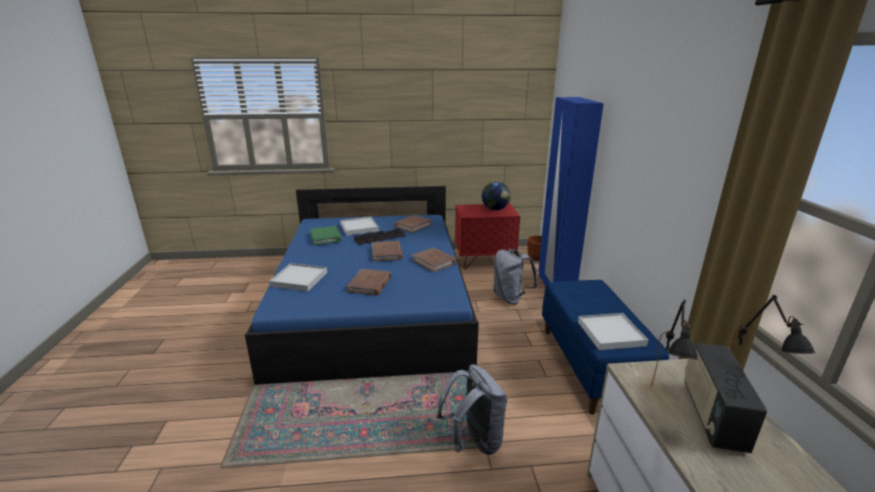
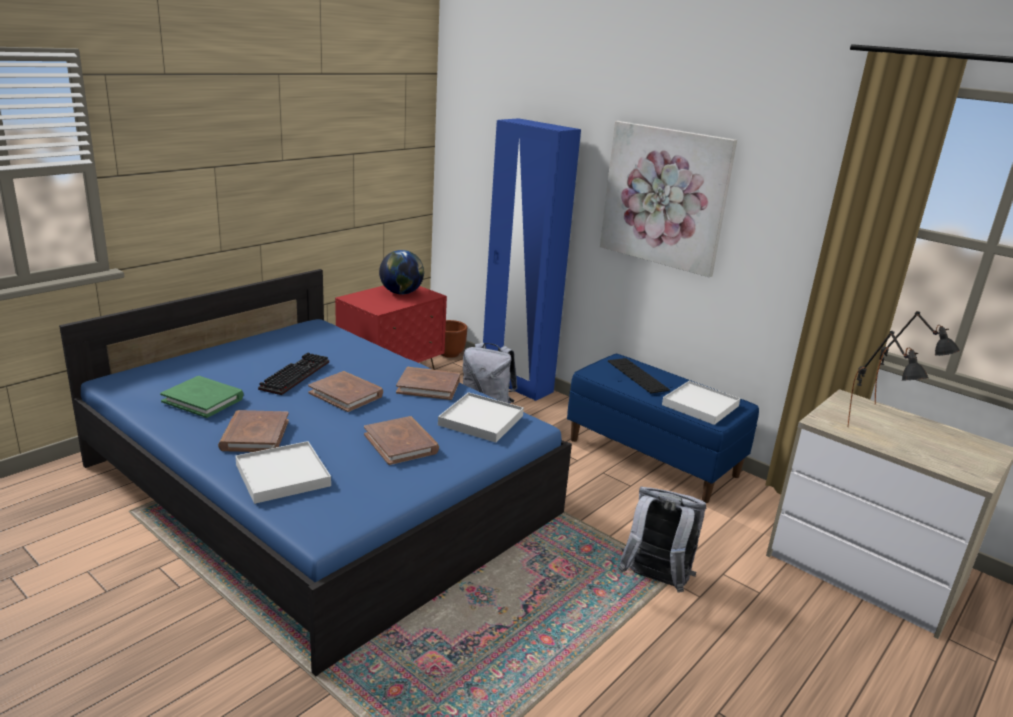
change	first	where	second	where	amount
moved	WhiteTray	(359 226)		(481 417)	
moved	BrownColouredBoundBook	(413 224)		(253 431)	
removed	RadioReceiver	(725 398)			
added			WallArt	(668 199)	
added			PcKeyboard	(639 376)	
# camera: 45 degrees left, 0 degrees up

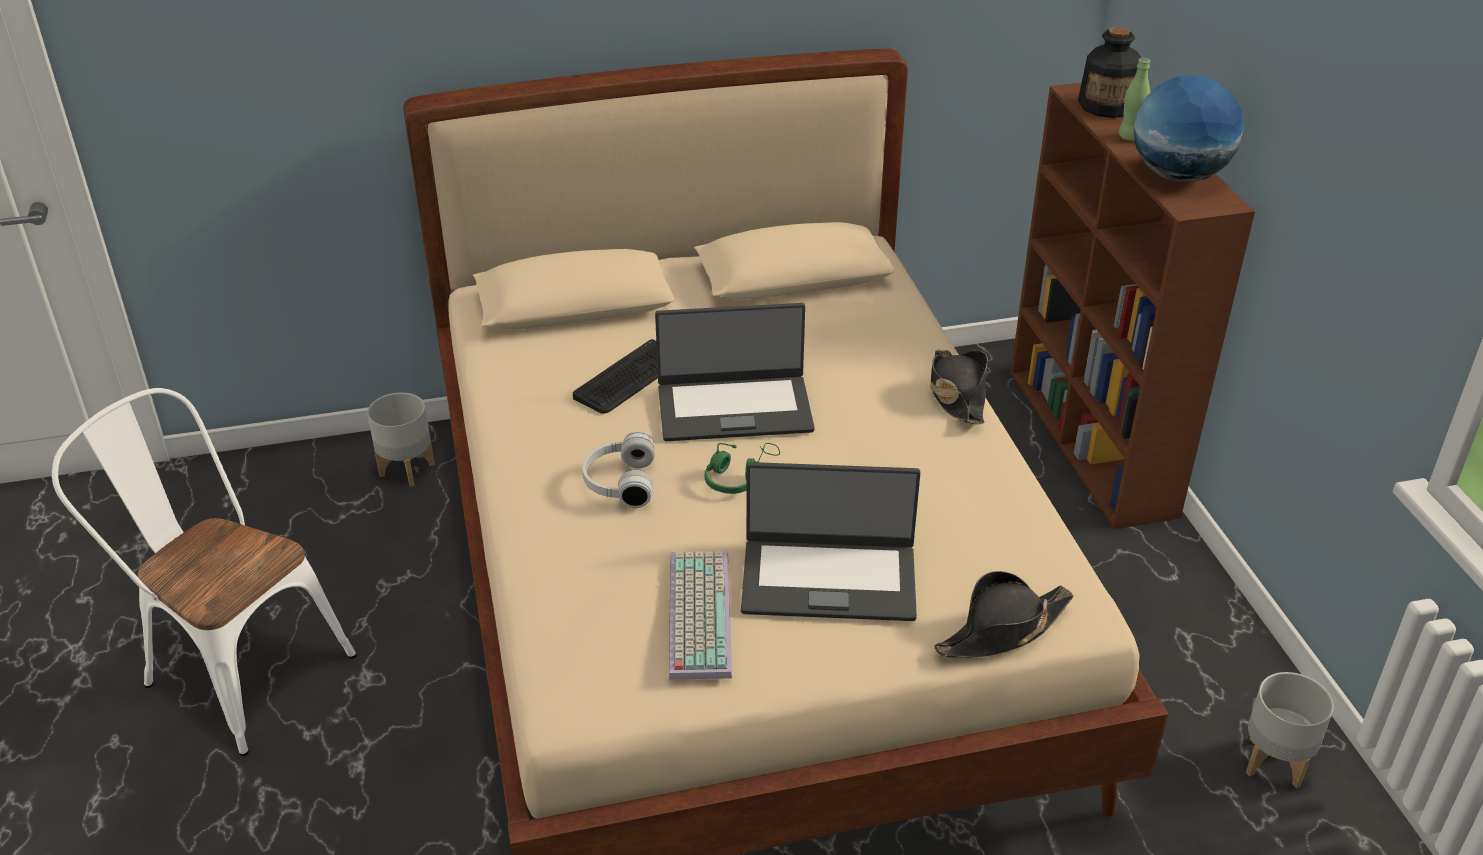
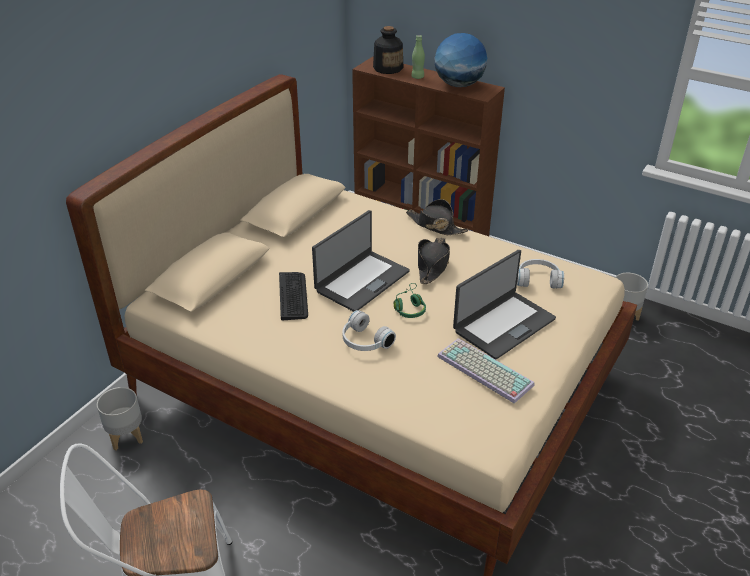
change	first	where	second	where	amount
moved	BlackishClothingHat	(1004 614)		(434 261)	
added			WhitePairOfHeadphones	(540 273)	
# camera: 45 degrees left, 0 degrees up

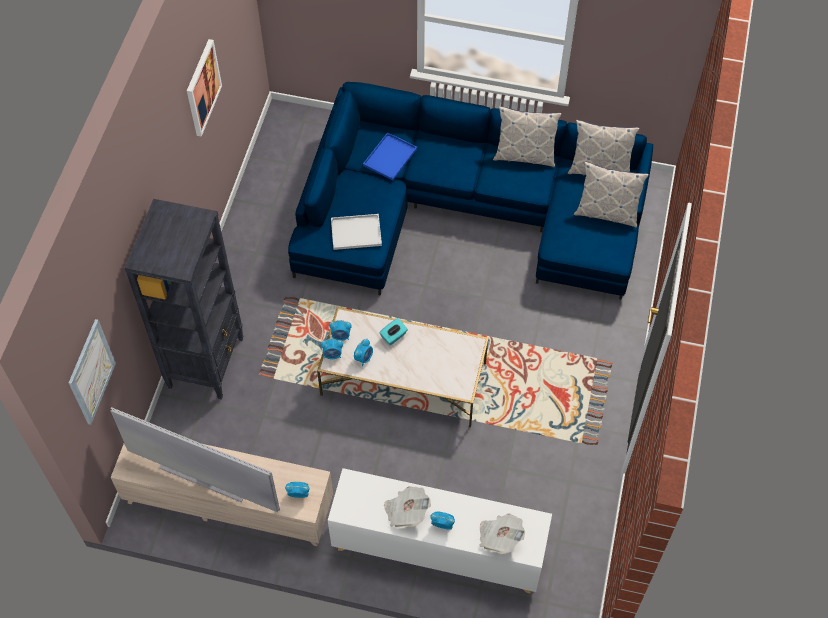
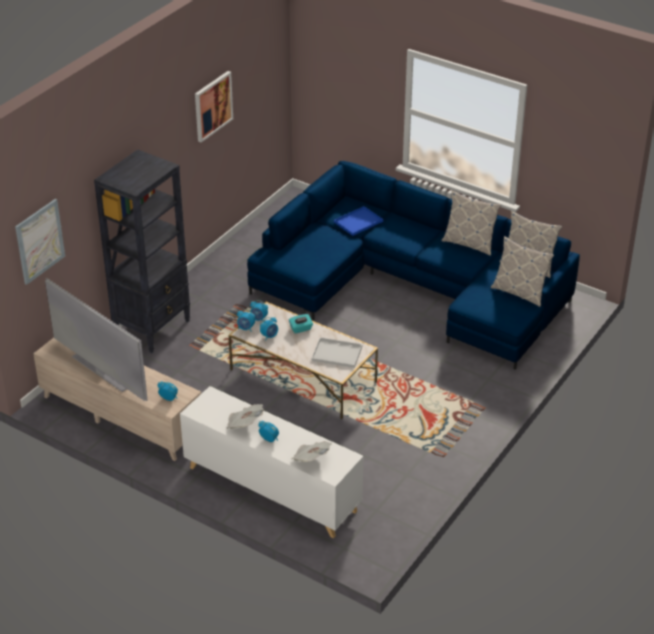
change	first	where	second	where	amount
moved	WhiteTray	(356 232)		(336 352)	
# camera: 20 degrees right, 20 degrees down

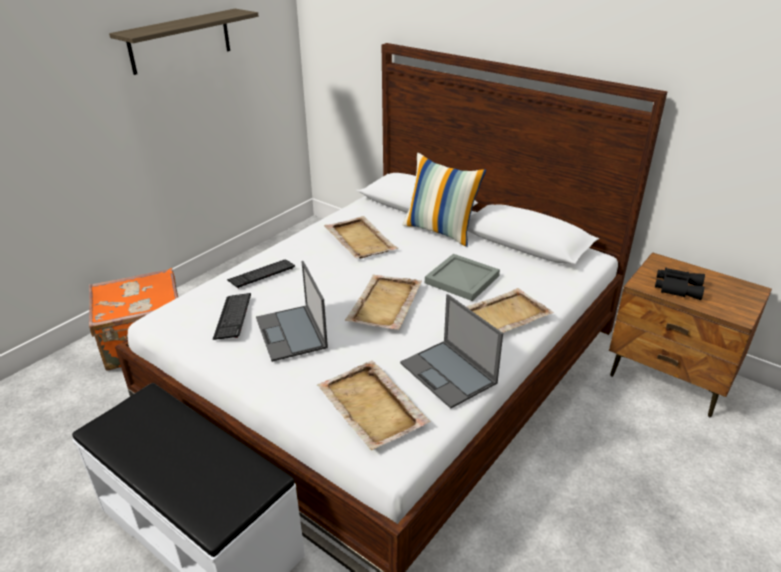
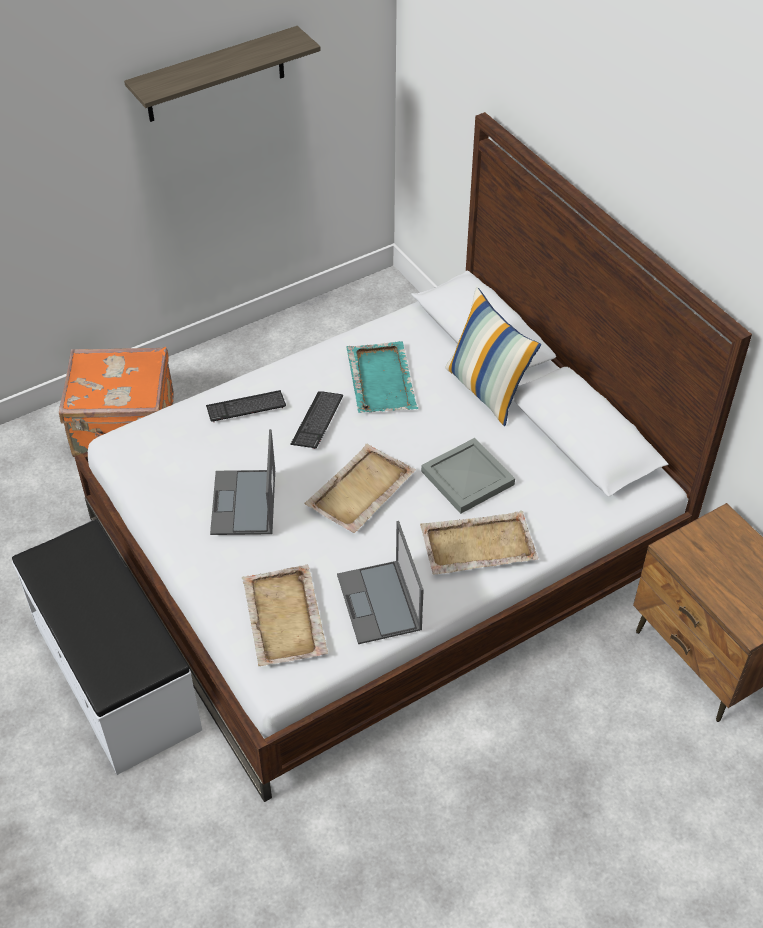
change	first	where	second	where	amount
moved	PcKeyboard	(232 316)		(316 420)	
recoloured	SandColouredTray	(361 237)	TurquoiseTray	(382 377)	
removed	BlackishPairOfBinoculars	(680 284)			
# camera: 20 degrees right, 15 degrees up

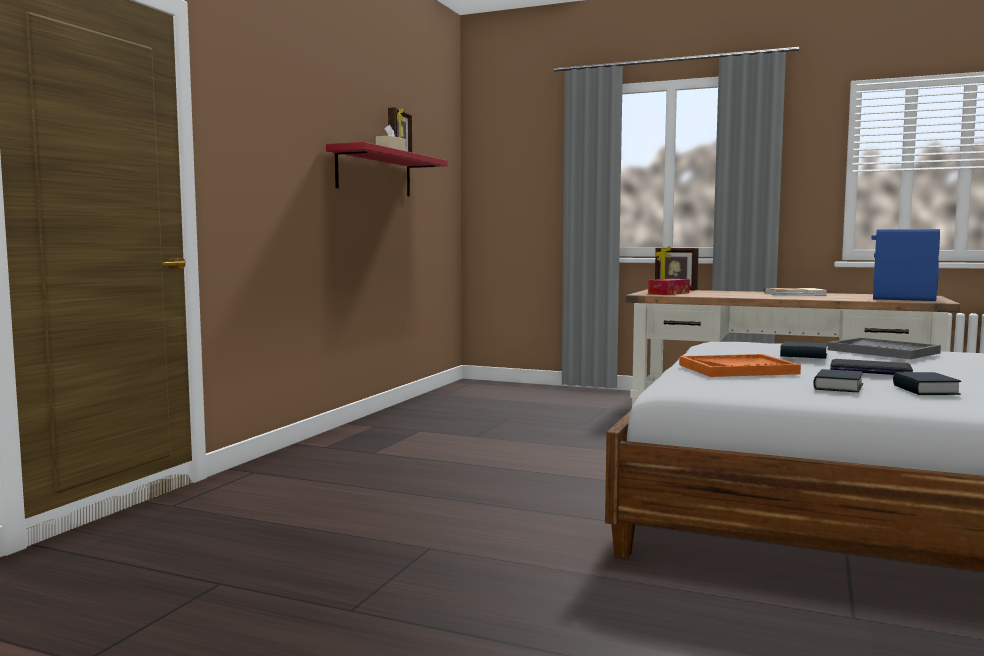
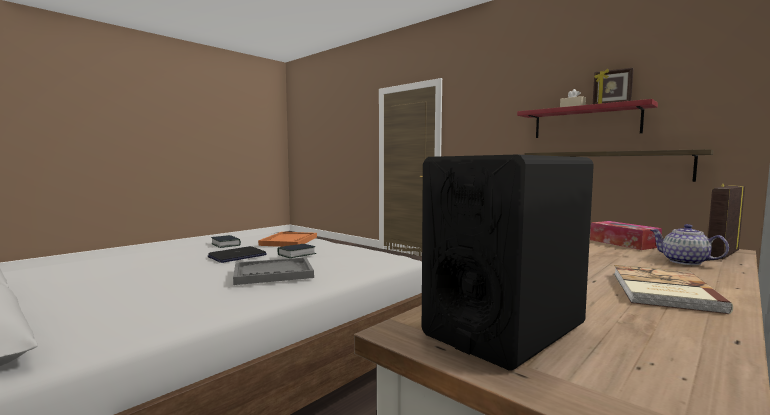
change	first	where	second	where	amount
recoloured	BlueSpeaker	(905 265)	BlackishSpeaker	(508 263)	
removed	BoundBook	(927 383)			
added			WallShelf	(619 165)	
added			PotForTea	(690 244)	
# camera: 110 degrees right, 0 degrees up

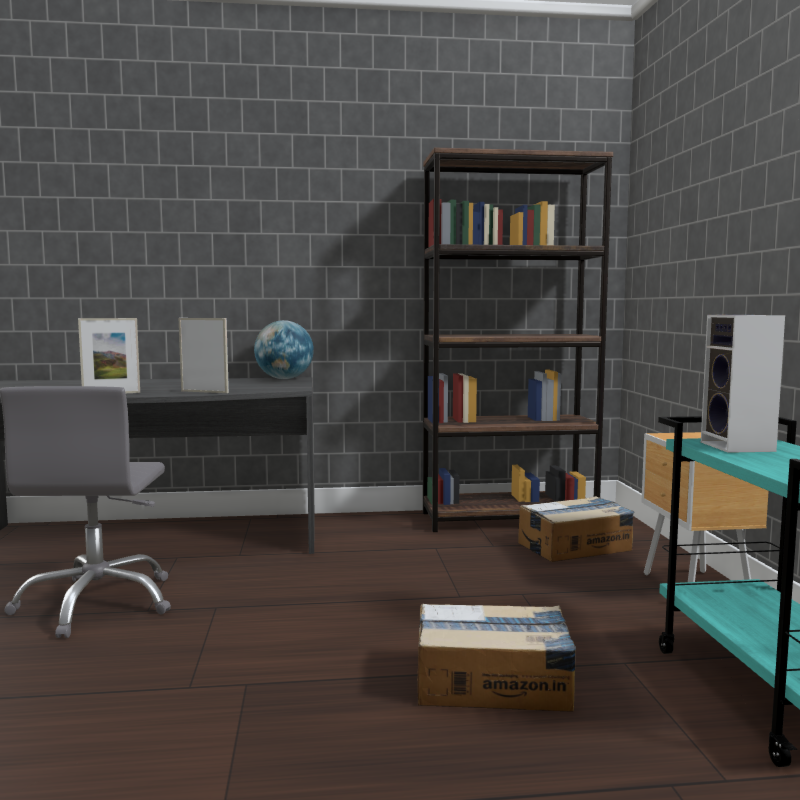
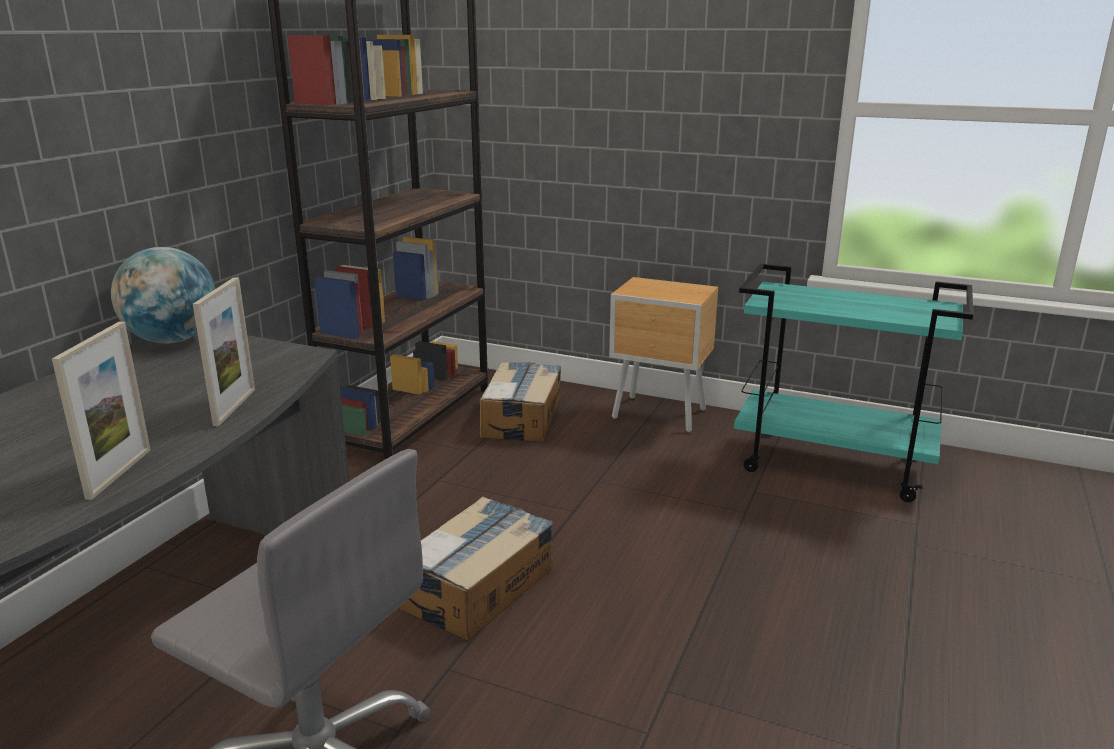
change	first	where	second	where	amount
turned	PictureFrame	(204 355)		(224 351)	135 degrees clockwise
moved	PackingBox	(496 658)		(475 568)	
removed	Speaker	(743 384)			
# camera: 60 degrees left, 15 degrees up

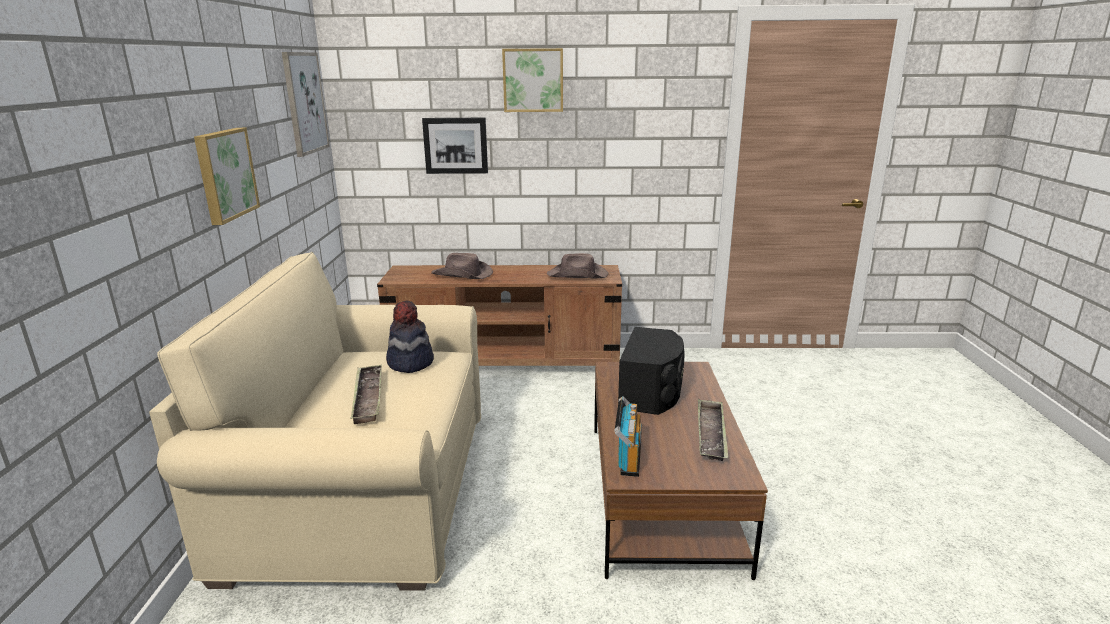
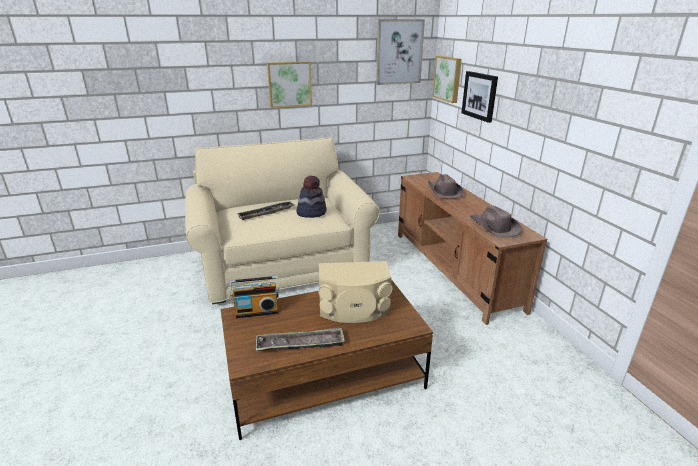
change	first	where	second	where	amount
moved	WallArt	(532 80)		(447 79)	
recoloured	BlackishSpeaker	(651 371)	SandColouredSpeaker	(355 292)	
# camera: 70 degrees right, 5 degrees up

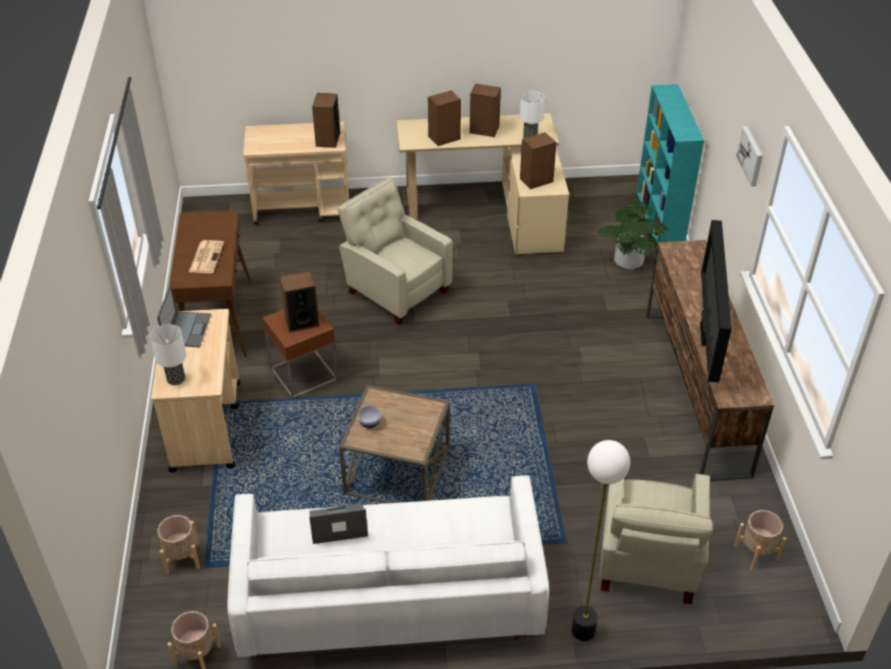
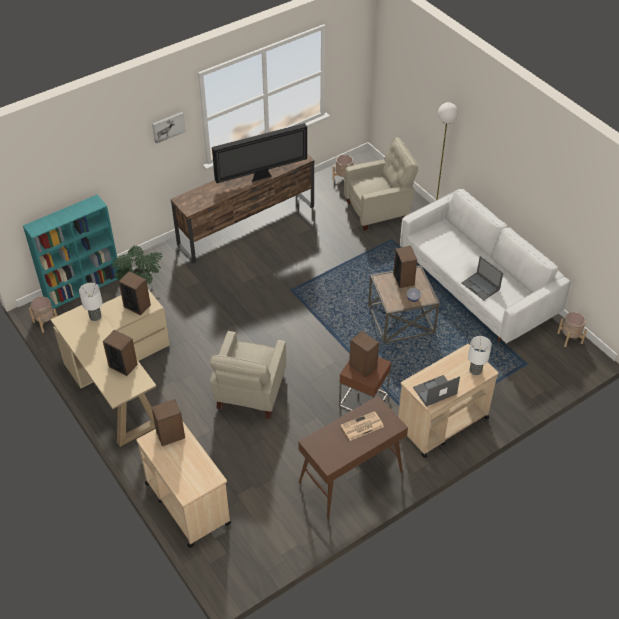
change	first	where	second	where	amount
moved	SandColouredFlowerPot	(178 544)		(43 315)	
moved	Speaker	(485 110)		(405 267)	
# camera: 120 degrees left, 5 degrees up

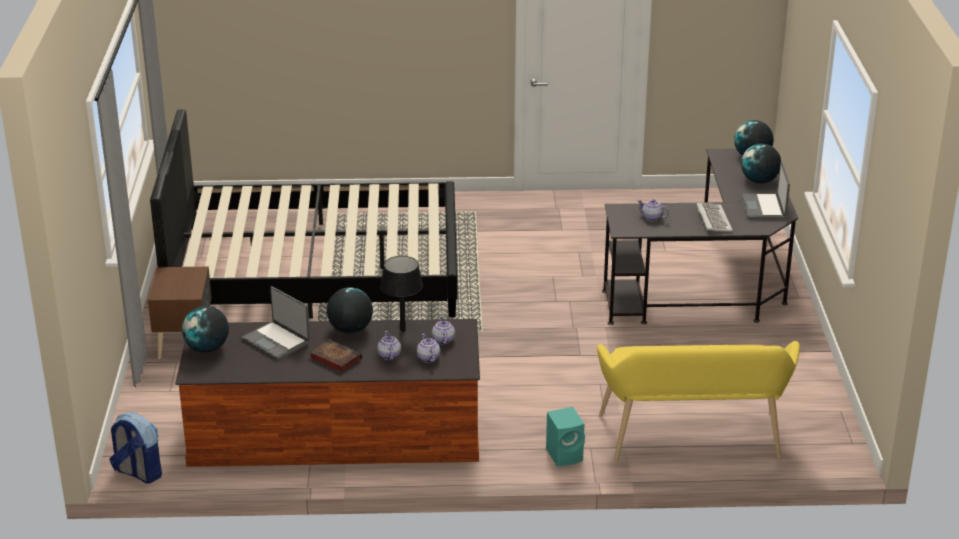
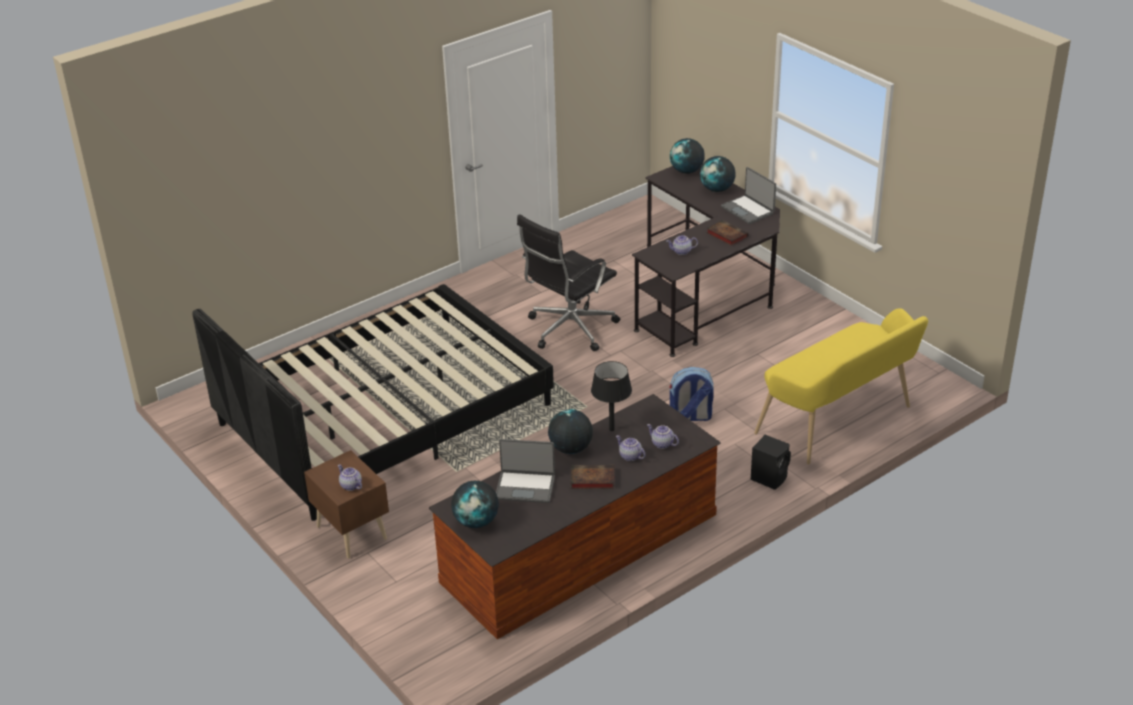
change	first	where	second	where	amount
moved	Rucksack	(135 447)		(691 394)	
moved	PotForTea	(443 330)		(350 477)	
recoloured	TurquoiseSpeaker	(565 436)	BlackishSpeaker	(771 462)	
replaced	PcKeyboard	(714 217)	BoundBook	(727 233)	
added			BlackishOfficeChair	(568 282)	
# camera: 35 degrees left, 5 degrees up

